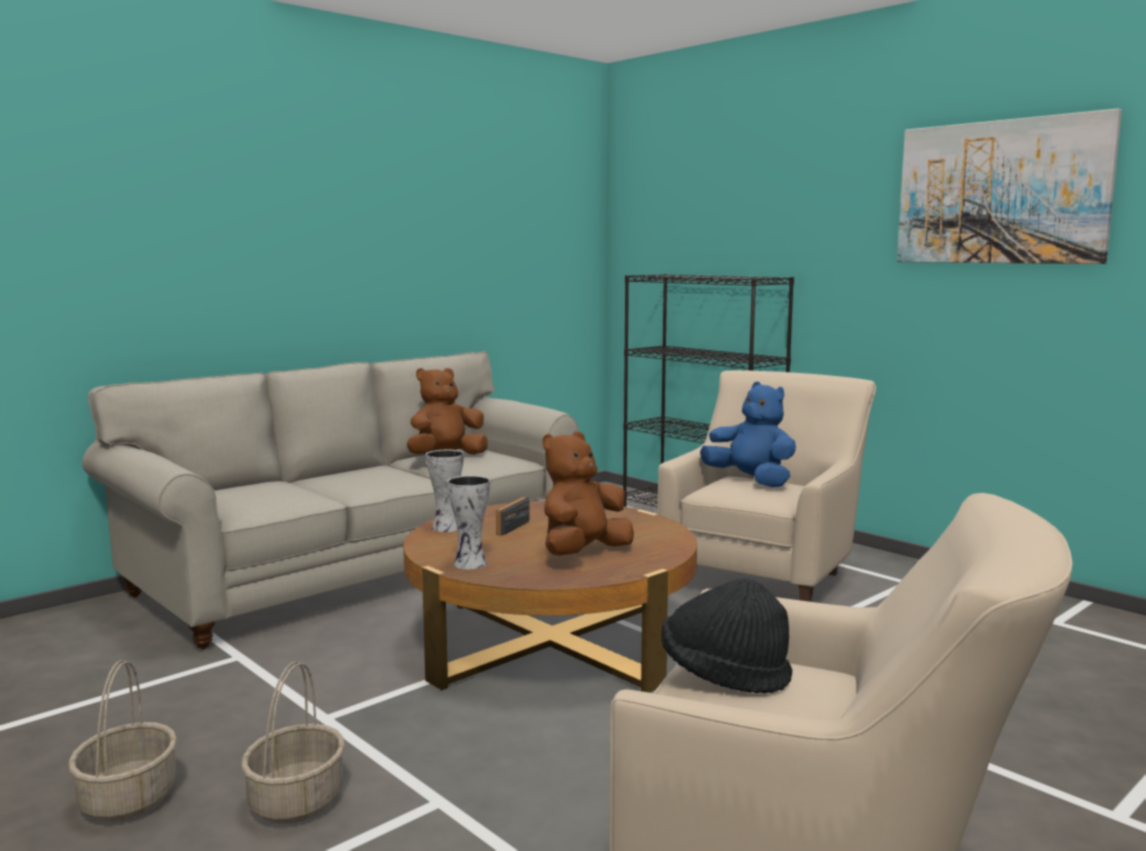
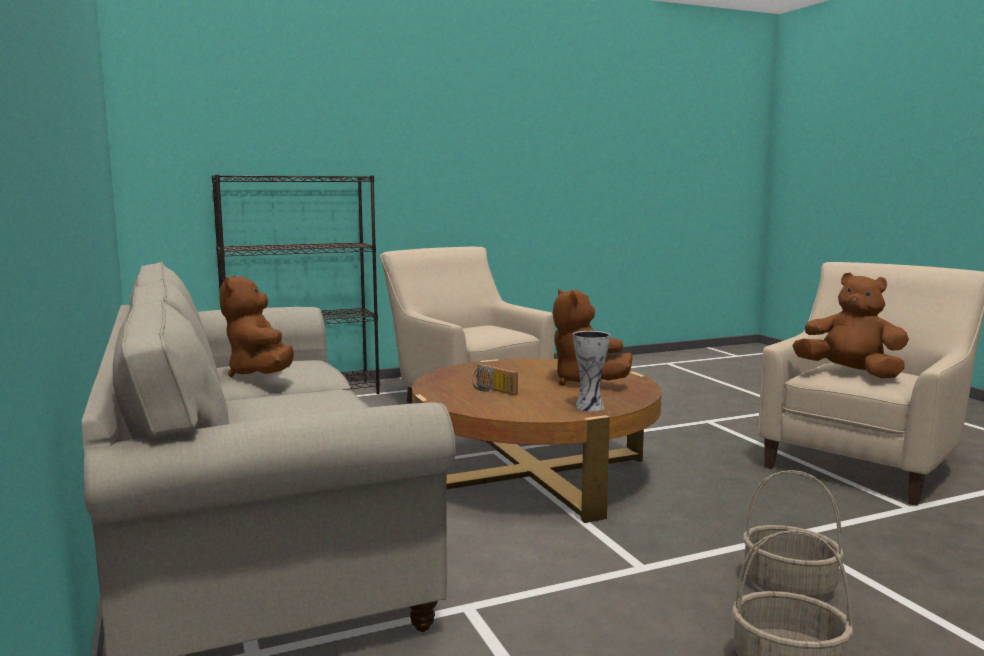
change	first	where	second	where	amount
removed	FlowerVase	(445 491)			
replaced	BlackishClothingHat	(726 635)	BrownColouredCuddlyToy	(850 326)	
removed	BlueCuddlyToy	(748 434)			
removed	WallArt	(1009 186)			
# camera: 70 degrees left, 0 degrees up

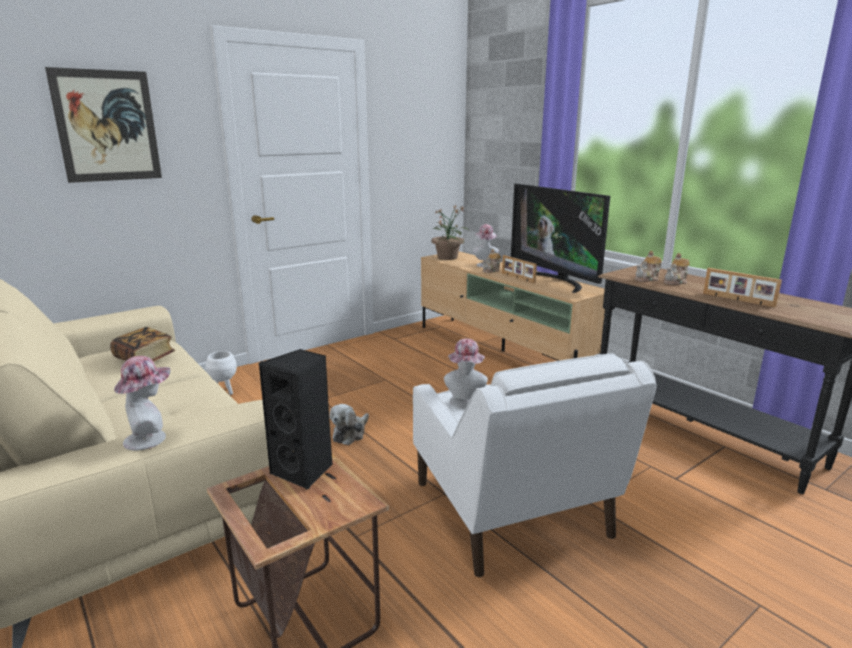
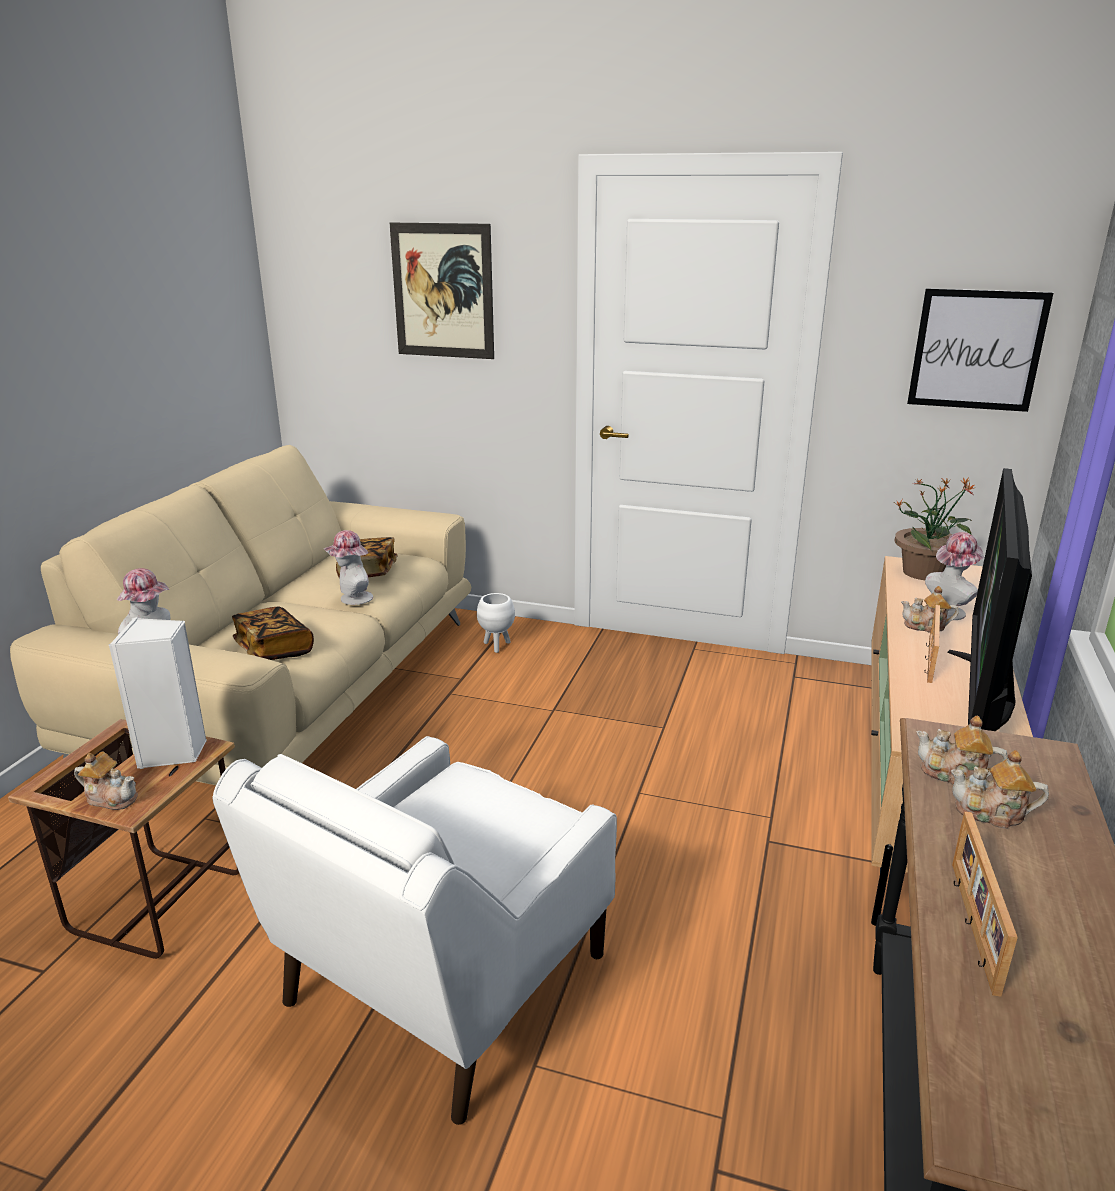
change	first	where	second	where	amount
recoloured	BlackishSpeaker	(295 419)	WhiteSpeaker	(158 693)	
removed	CuddlyToy	(349 424)			
moved	ClothingHat	(466 373)		(348 567)	
added			PotForTea	(106 781)	
added			BoundBook	(273 633)	
added			WallArt	(980 350)	
# camera: 55 degrees right, 5 degrees up

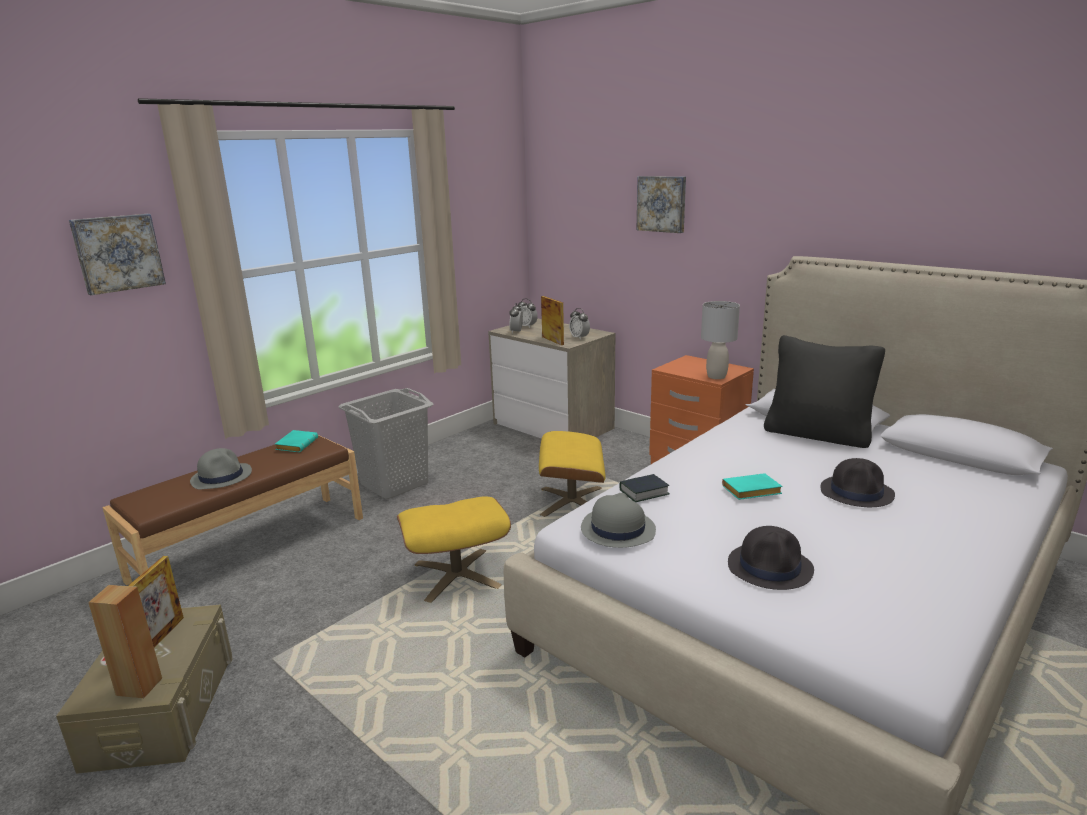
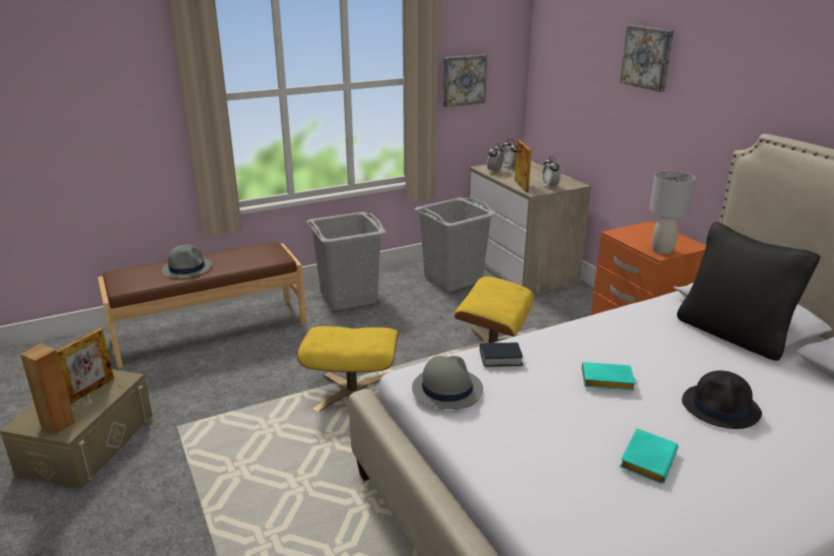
change	first	where	second	where	amount
moved	WallArt	(117 254)		(465 81)	
moved	TurquoiseBoundBook	(296 441)		(648 456)	
removed	BlackishClothingHat	(771 558)			
added			GreyHamper	(455 244)	
# camera: 20 degrees right, 5 degrees up

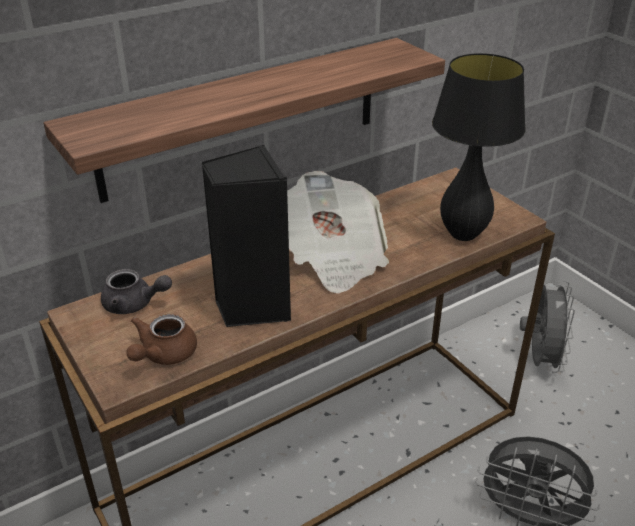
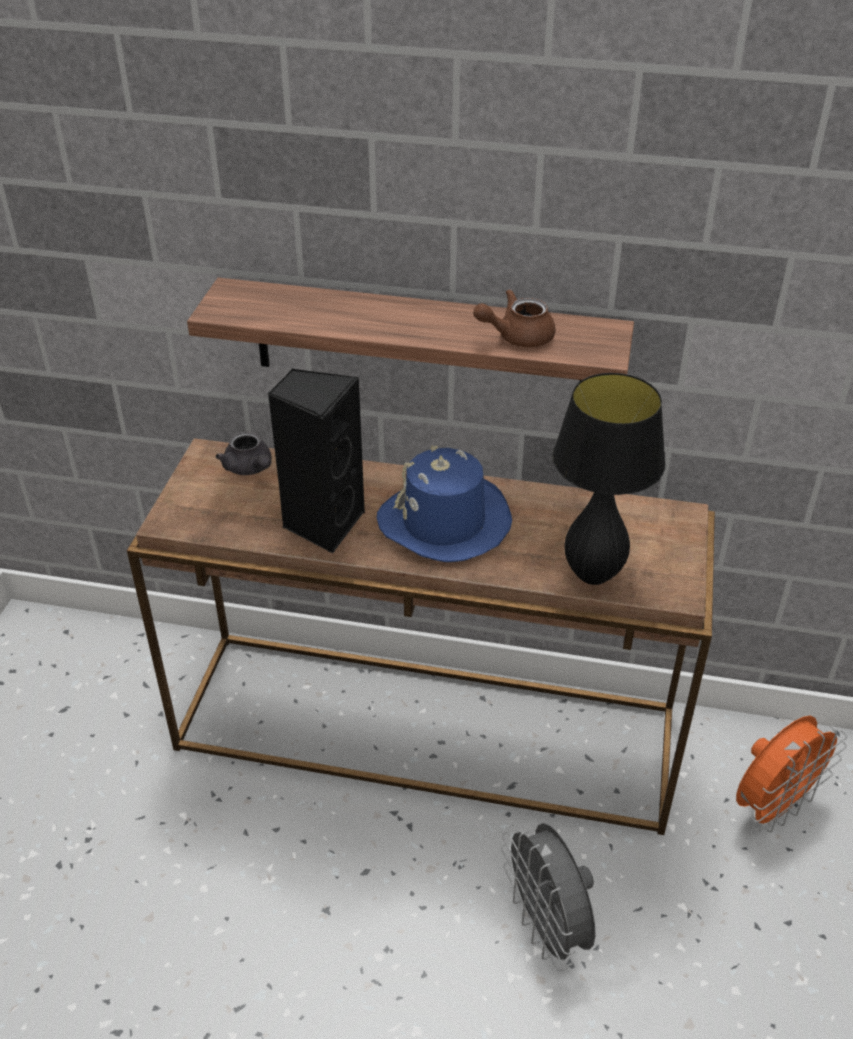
change	first	where	second	where	amount
moved	BrownColouredPotForTea	(161 339)		(514 318)	
replaced	DailyPaper	(338 232)	BlueClothingHat	(444 503)	
recoloured	GreyElectricFan	(547 327)	OrangeColouredElectricFan	(791 774)	
# camera: 45 degrees right, 5 degrees up

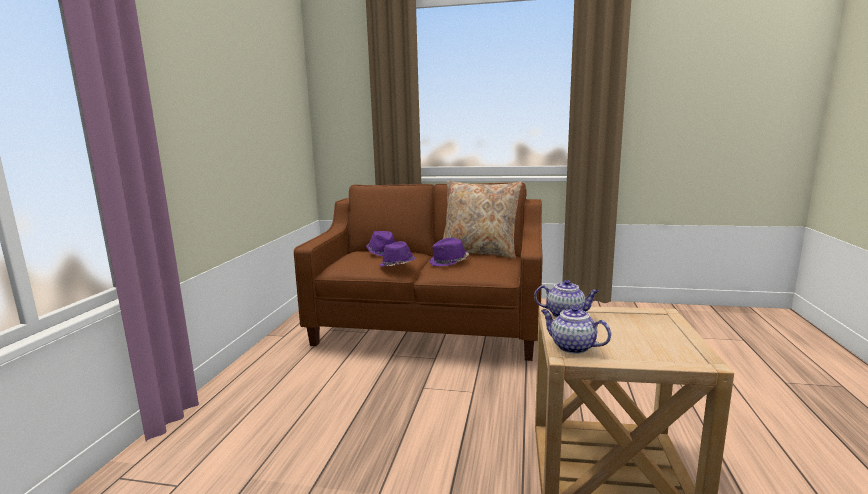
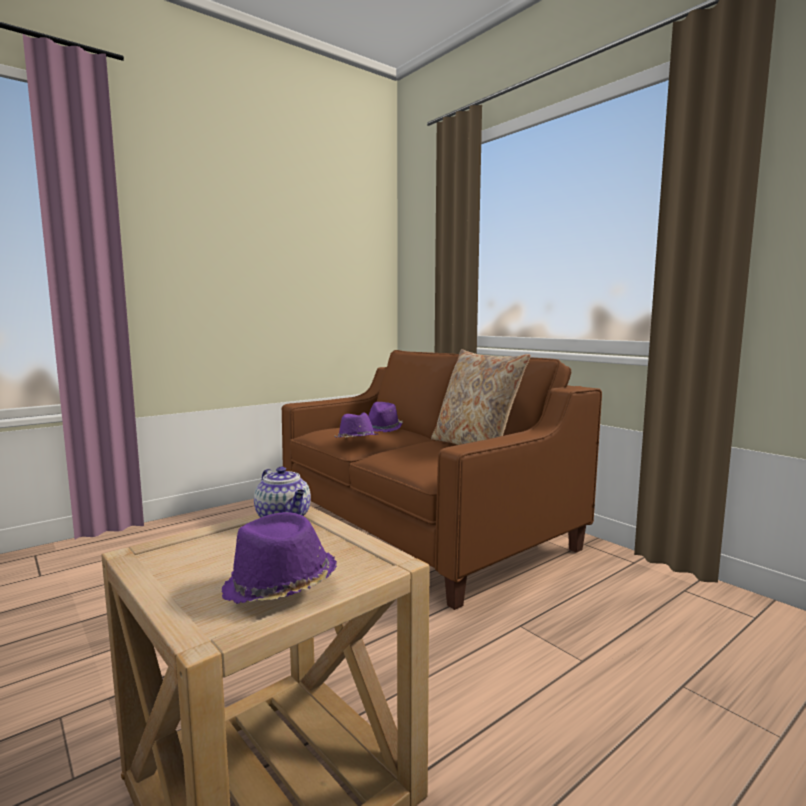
change	first	where	second	where	amount
moved	PurpleClothingHat	(449 252)		(279 558)	
removed	PotForTea	(576 330)			
# camera: 40 degrees right, 5 degrees down

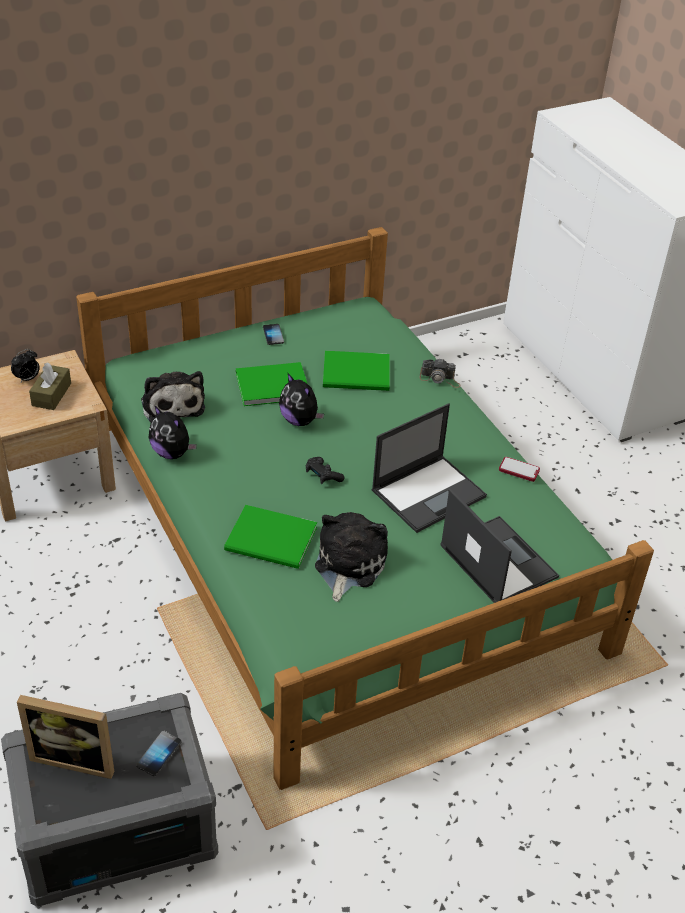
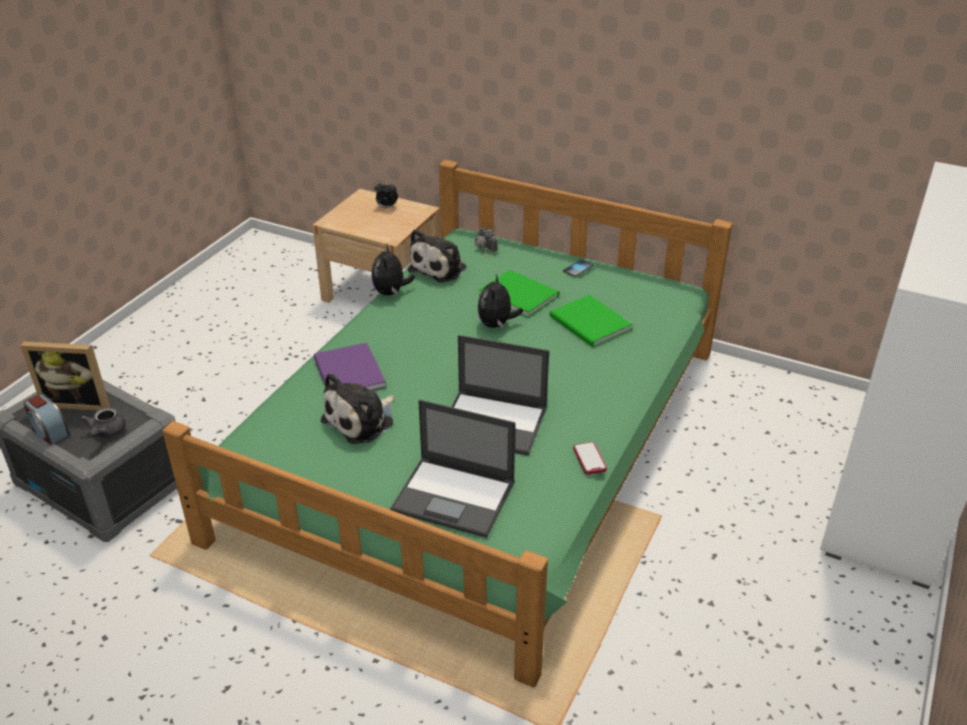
change	first	where	second	where	amount
turned	PictureFrame	(65 737)		(65 376)	60 degrees counterclockwise
removed	BrownColouredBoxOfTissues	(50 386)			
replaced	Phone	(158 753)	GreyPotForTea	(103 423)	
recoloured	GreenBoundBook	(270 537)	PurpleBoundBook	(350 367)	
removed	BlackishGameController	(325 470)			
turned	CuddlyToy	(351 557)		(358 408)	150 degrees clockwise
moved	StillCamera	(440 373)		(485 242)	
turned	NotebookComputer	(499 545)		(453 469)	90 degrees clockwise
added			TableClock	(46 419)	
# camera: 55 degrees right, 5 degrees down

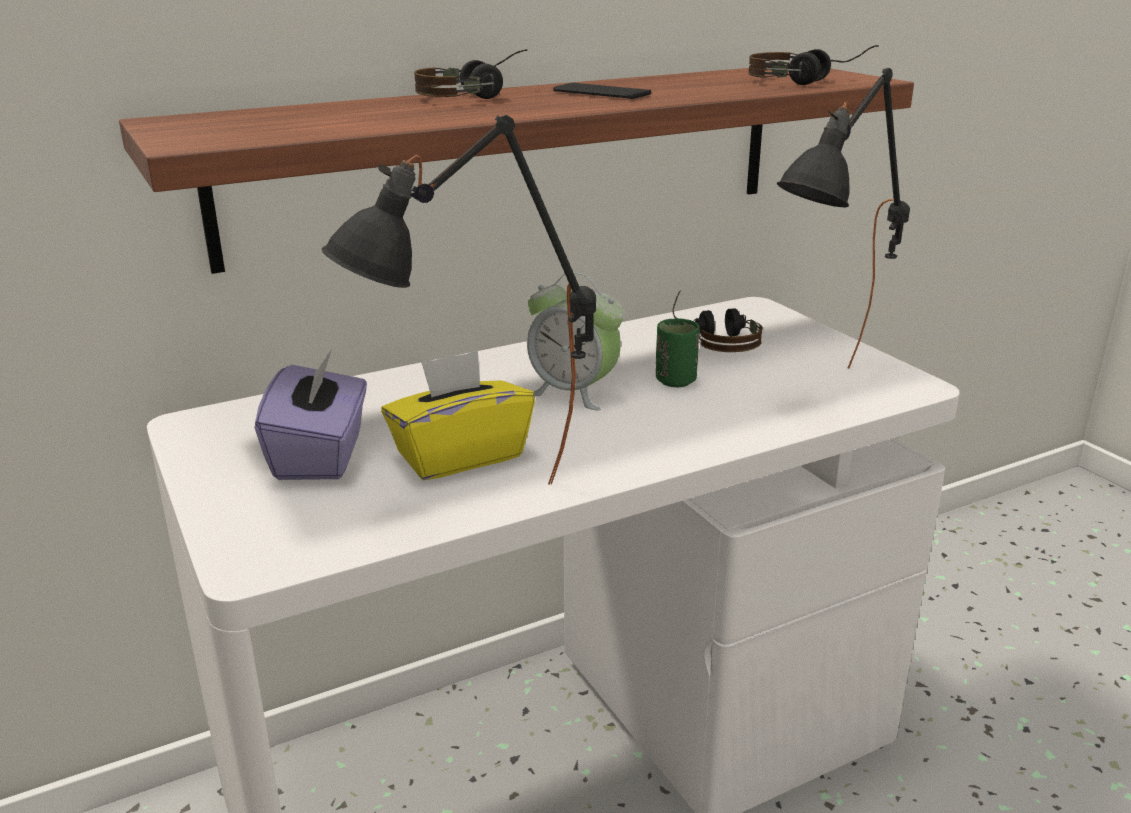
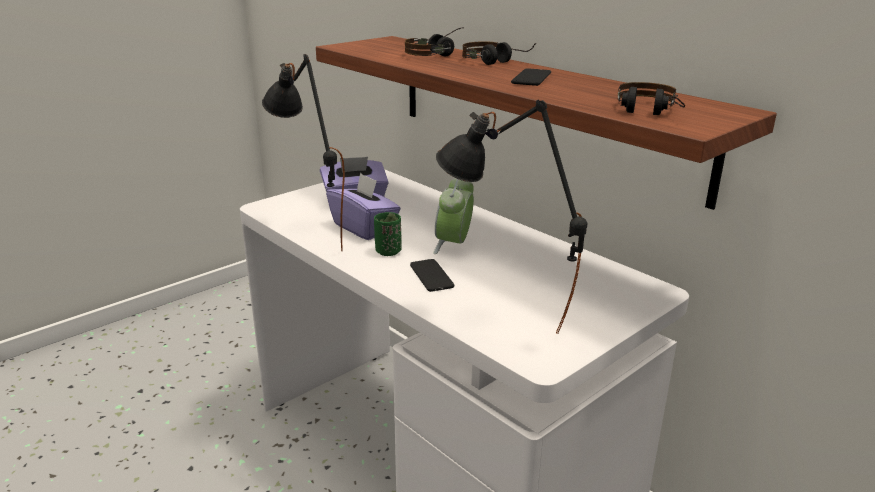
change	first	where	second	where	amount
recoloured	YellowColouredBoxOfTissues	(458 415)	PurpleBoxOfTissues	(363 206)	
moved	GreenSmallCup	(677 352)		(388 234)	
moved	PairOfHeadphones	(717 321)		(434 41)	
added			Phone	(432 275)	
# camera: 75 degrees right, 0 degrees up

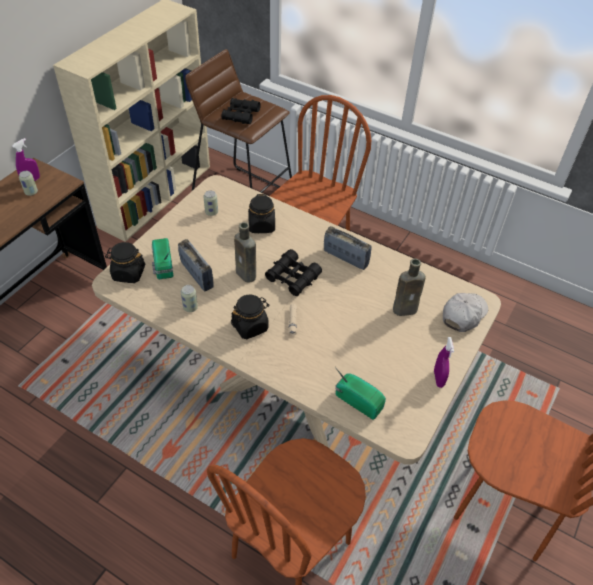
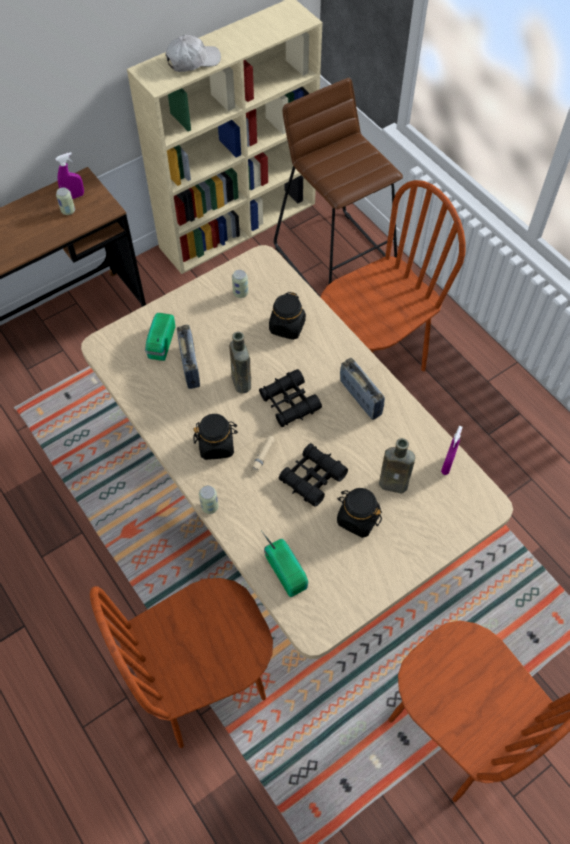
change	first	where	second	where	amount
moved	BlackishJar	(125 262)		(359 513)	
moved	MetalCan	(189 298)		(208 500)	
moved	BlackishPairOfBinoculars	(241 111)		(313 475)	
moved	PurpleHandSprayer	(444 362)		(452 450)	
moved	WhiteCap	(465 312)		(193 53)	
# camera: 25 degrees right, 10 degrees up

